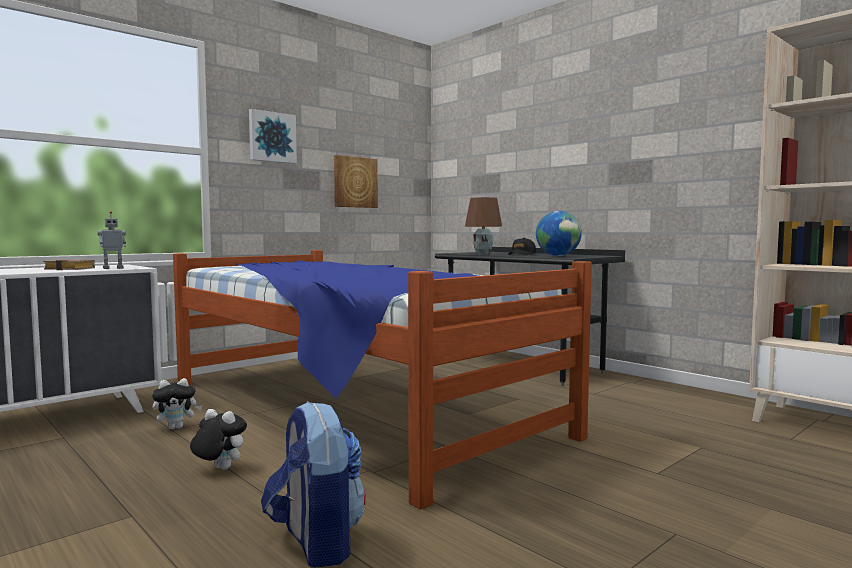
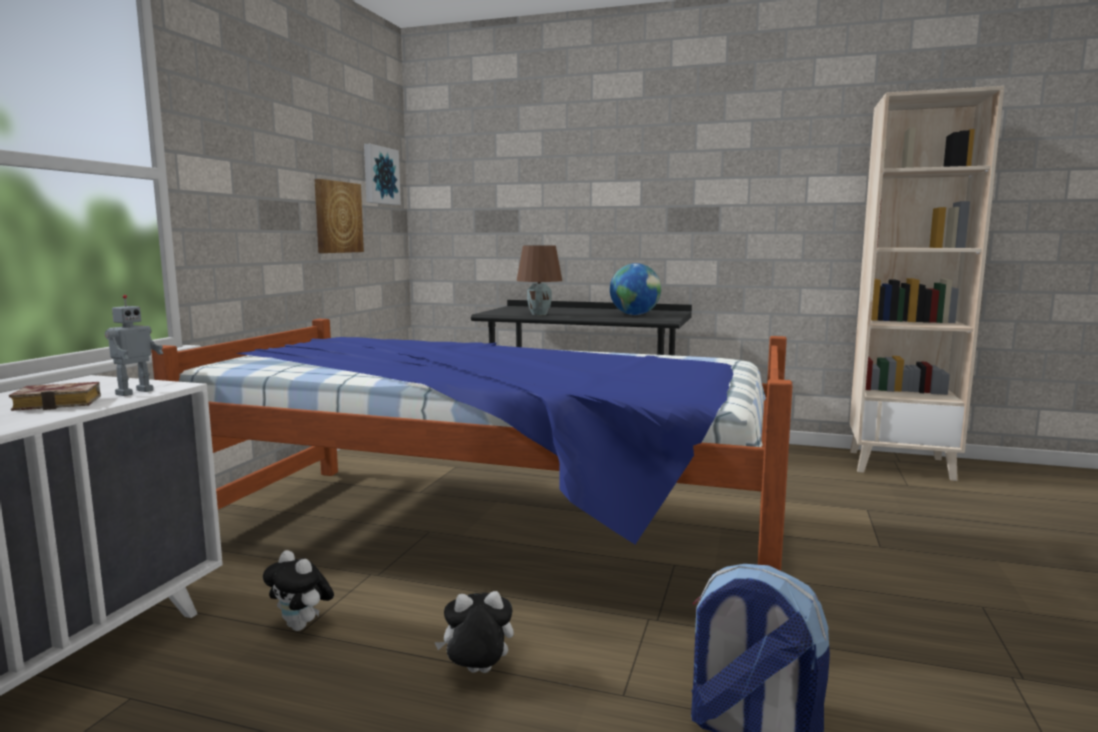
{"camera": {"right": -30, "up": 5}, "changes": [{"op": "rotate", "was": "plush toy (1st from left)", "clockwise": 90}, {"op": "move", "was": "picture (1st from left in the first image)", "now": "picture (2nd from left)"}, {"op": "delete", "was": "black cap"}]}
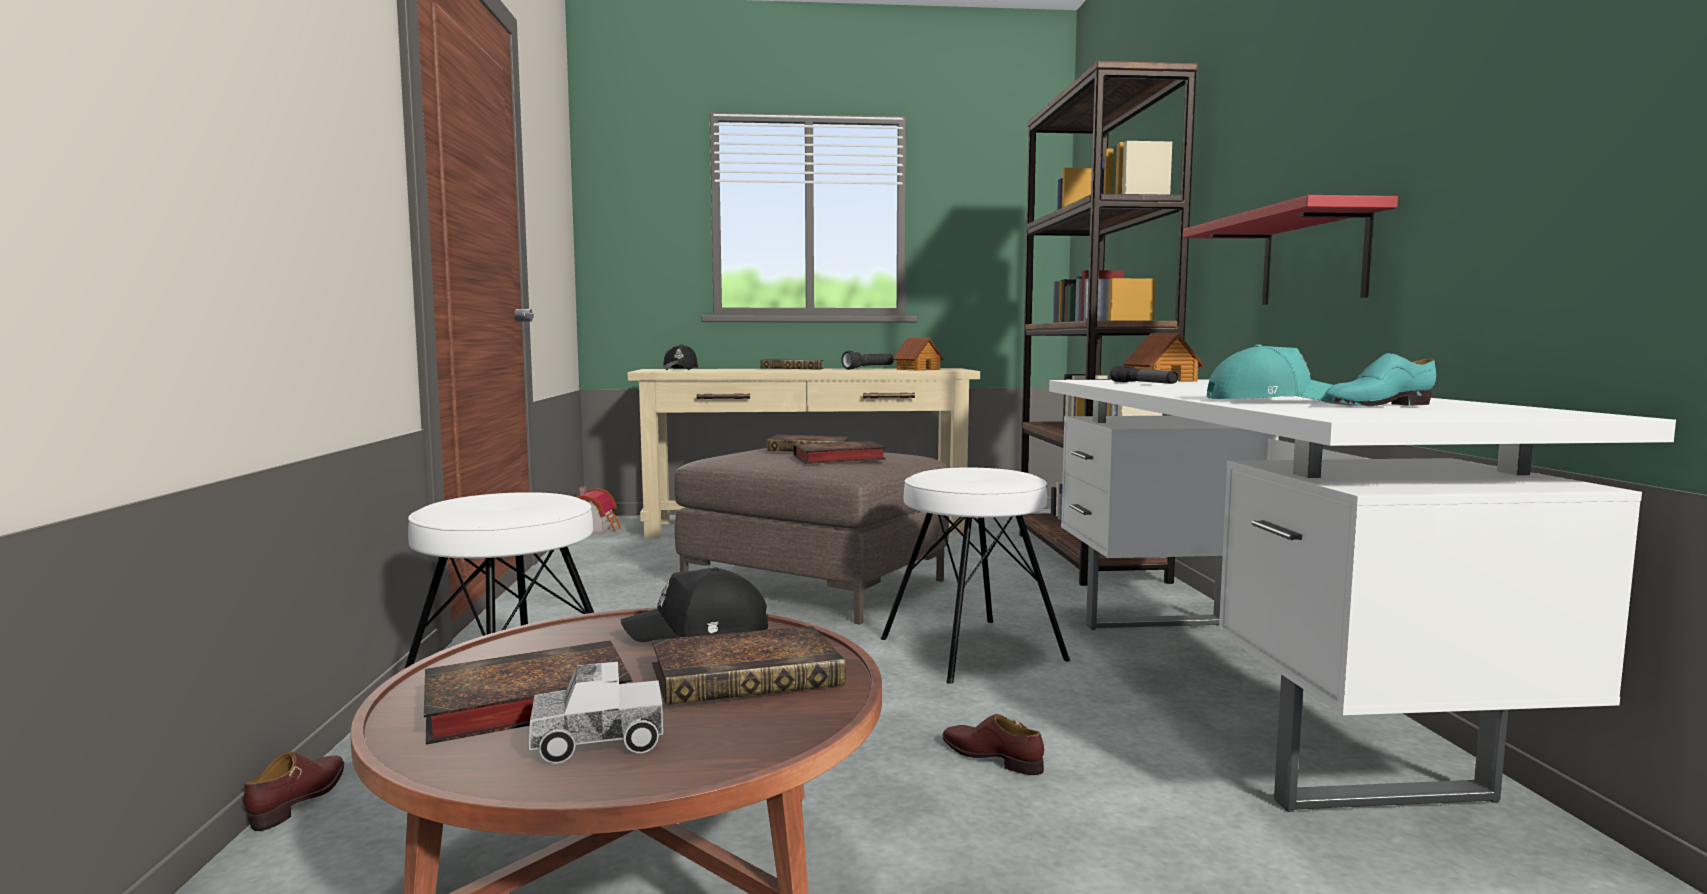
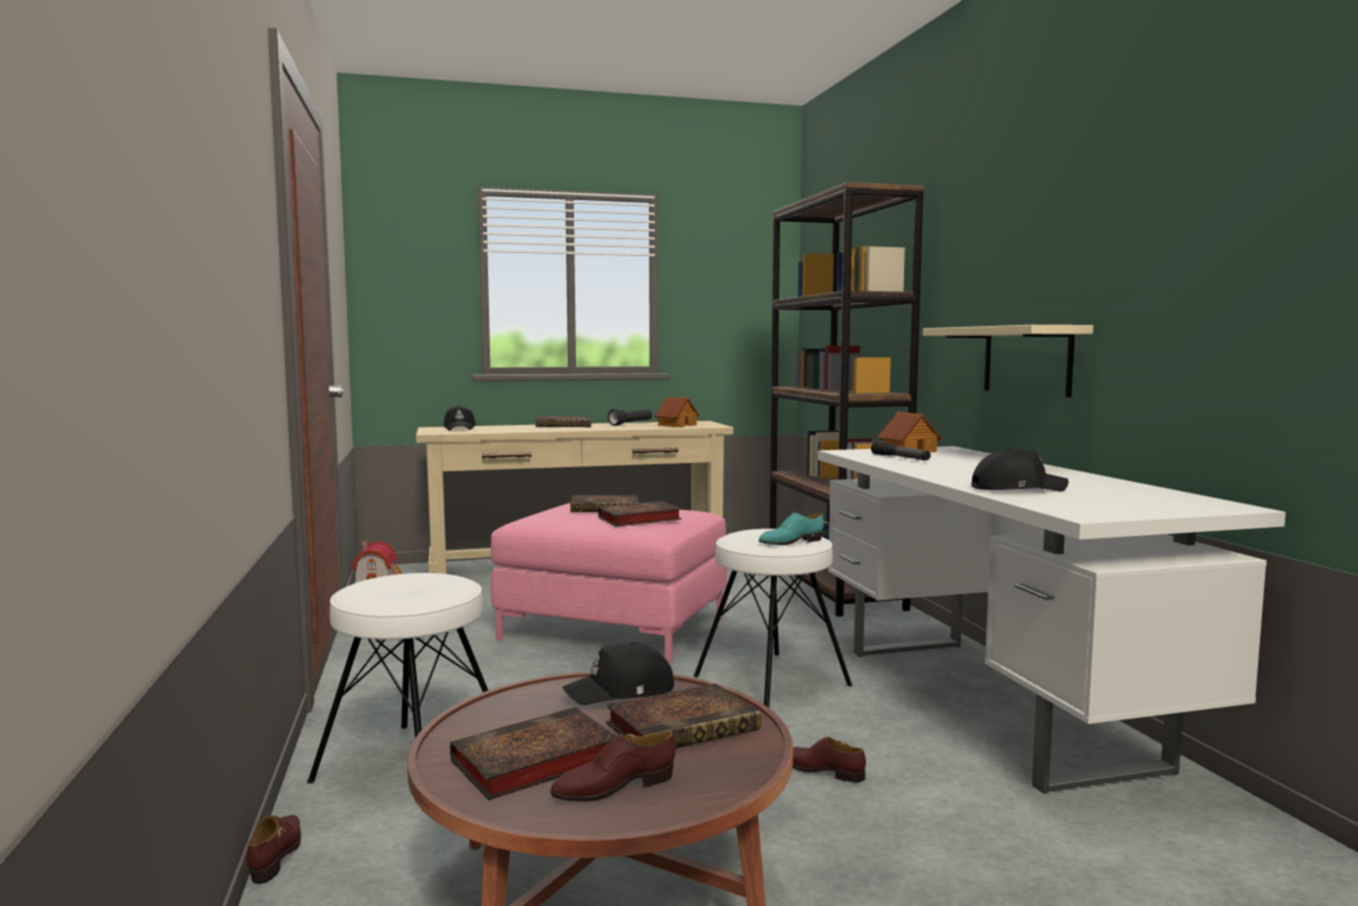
{"camera": {"right": -10, "up": 0}, "changes": [{"op": "recolor", "was": "brown ottoman", "now": "pink ottoman"}, {"op": "replace", "was": "toy truck", "now": "brown shoe (2nd from left)"}, {"op": "move", "was": "turquoise shoe"}, {"op": "recolor", "was": "red shelf", "now": "beige shelf"}, {"op": "recolor", "was": "turquoise cap", "now": "black cap (3rd from left)"}]}
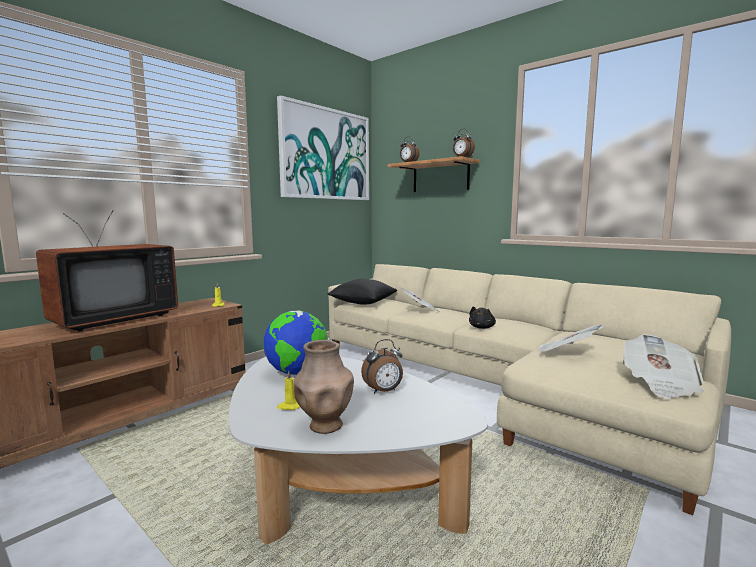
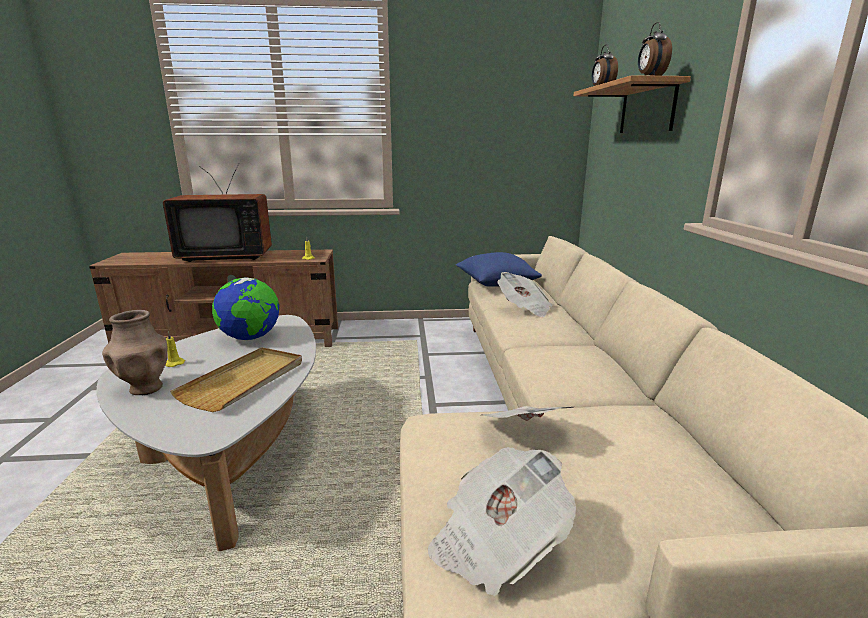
{"camera": {"right": 45, "up": 10}, "changes": [{"op": "replace", "was": "alarm clock (1st from left)", "now": "beige tray"}, {"op": "recolor", "was": "black pillow", "now": "blue pillow"}, {"op": "delete", "was": "picture"}, {"op": "delete", "was": "black plush toy"}]}
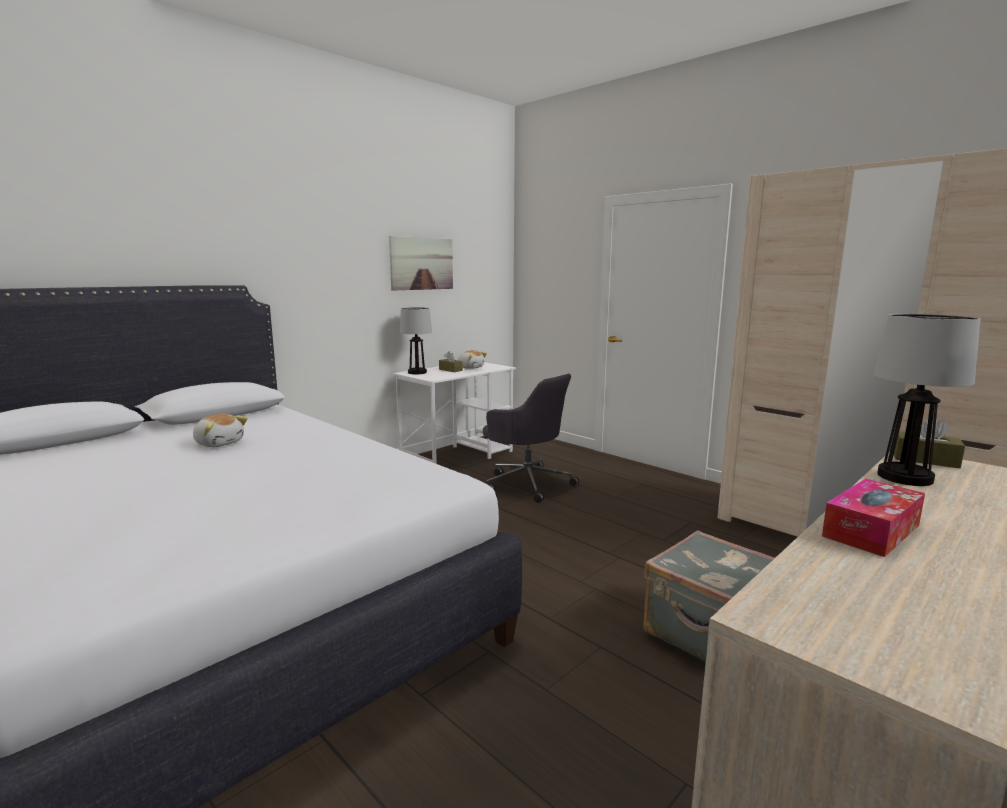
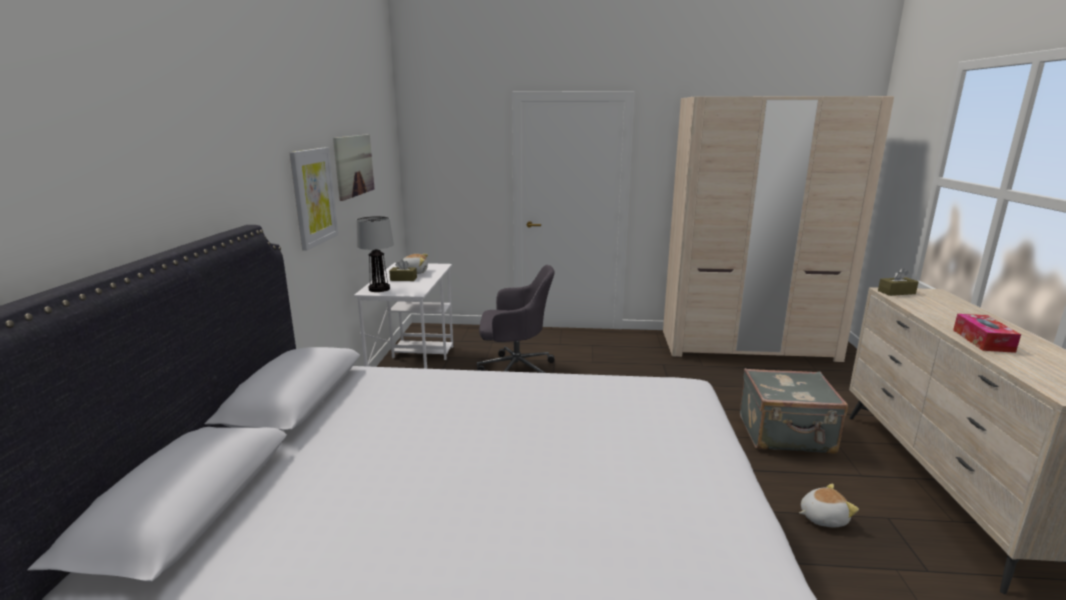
{"camera": {"right": -40, "up": 5}, "changes": [{"op": "insert", "now": "picture (1st from left)"}, {"op": "move", "was": "plush toy (1st from left in the first image)", "now": "plush toy (2nd from left)"}, {"op": "delete", "was": "table lamp (2nd from left)"}]}
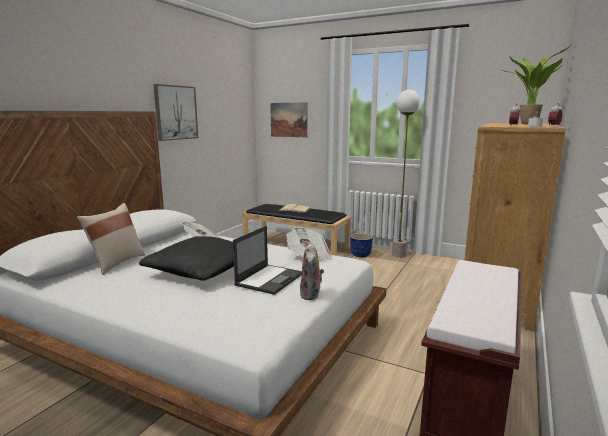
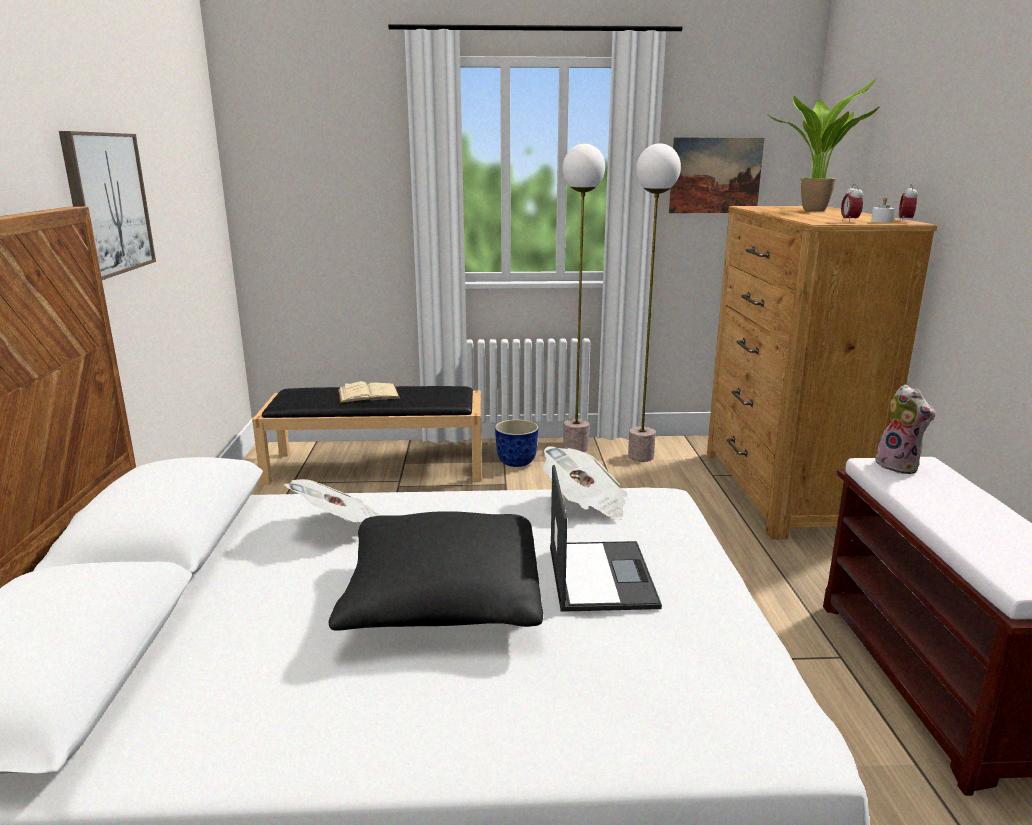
{"camera": {"right": -30, "up": 5}, "changes": [{"op": "insert", "now": "floor lamp (2nd from left)"}, {"op": "move", "was": "picture (2nd from left)"}, {"op": "move", "was": "plush toy"}, {"op": "delete", "was": "beige pillow"}]}
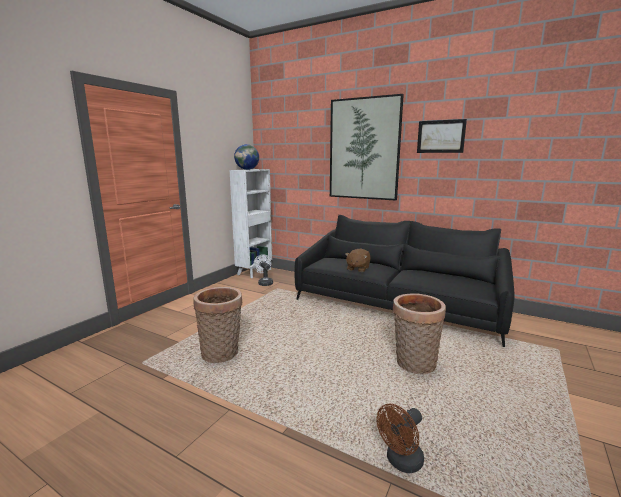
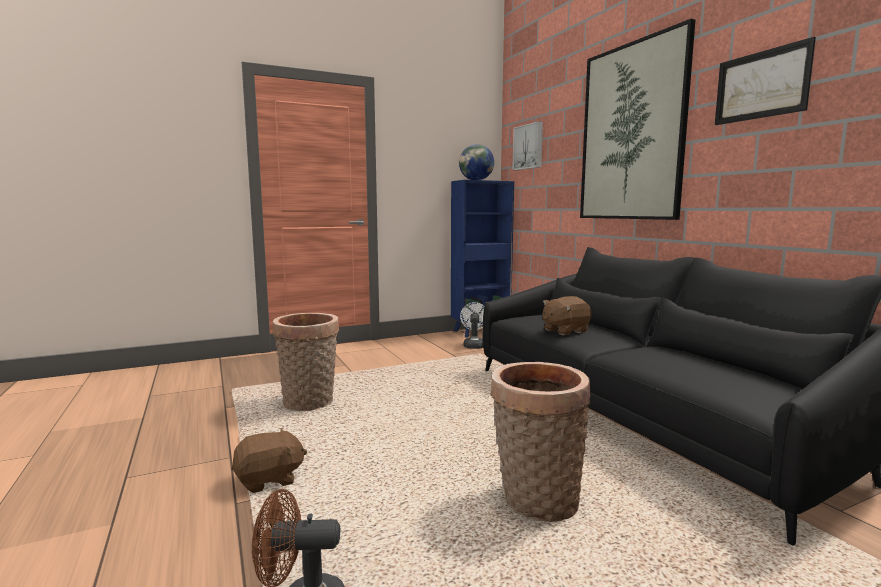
{"camera": {"right": 35, "up": -5}, "changes": [{"op": "insert", "now": "brown plush toy (1st from left)"}, {"op": "recolor", "was": "white bookcase", "now": "blue bookcase"}, {"op": "insert", "now": "picture (1st from left)"}]}
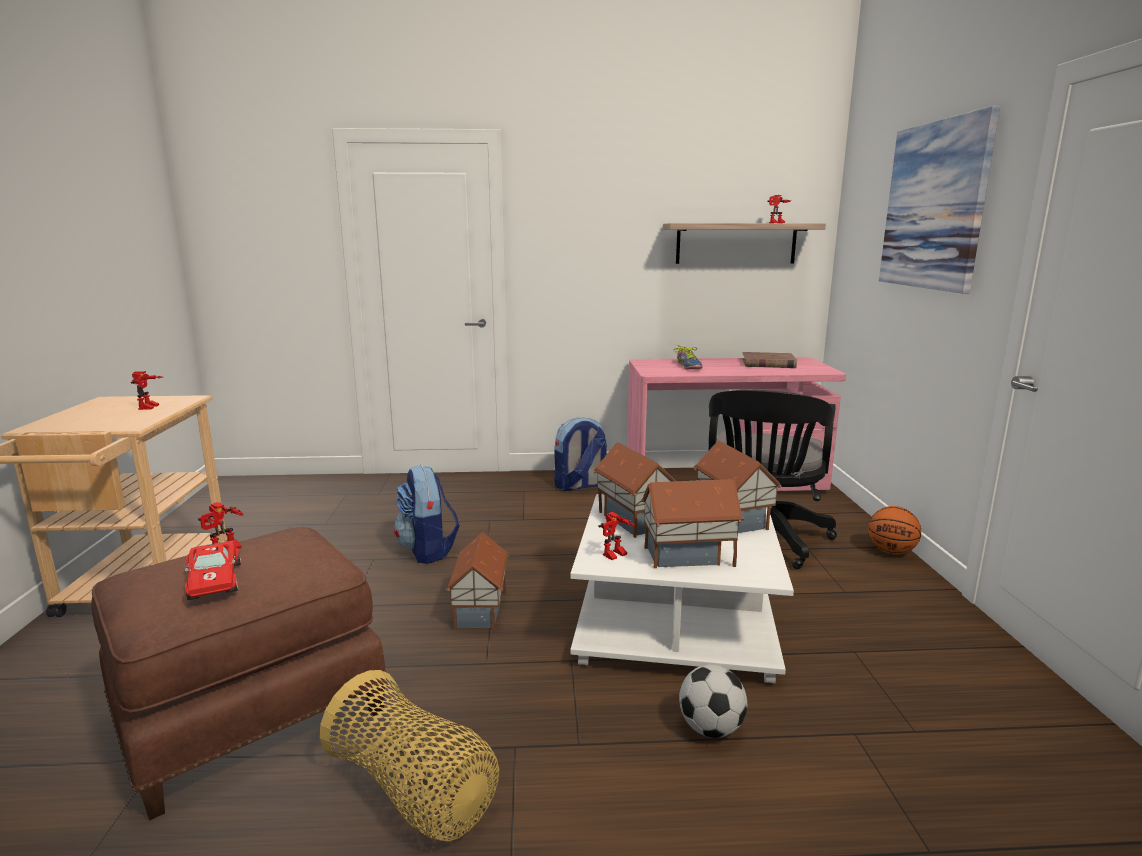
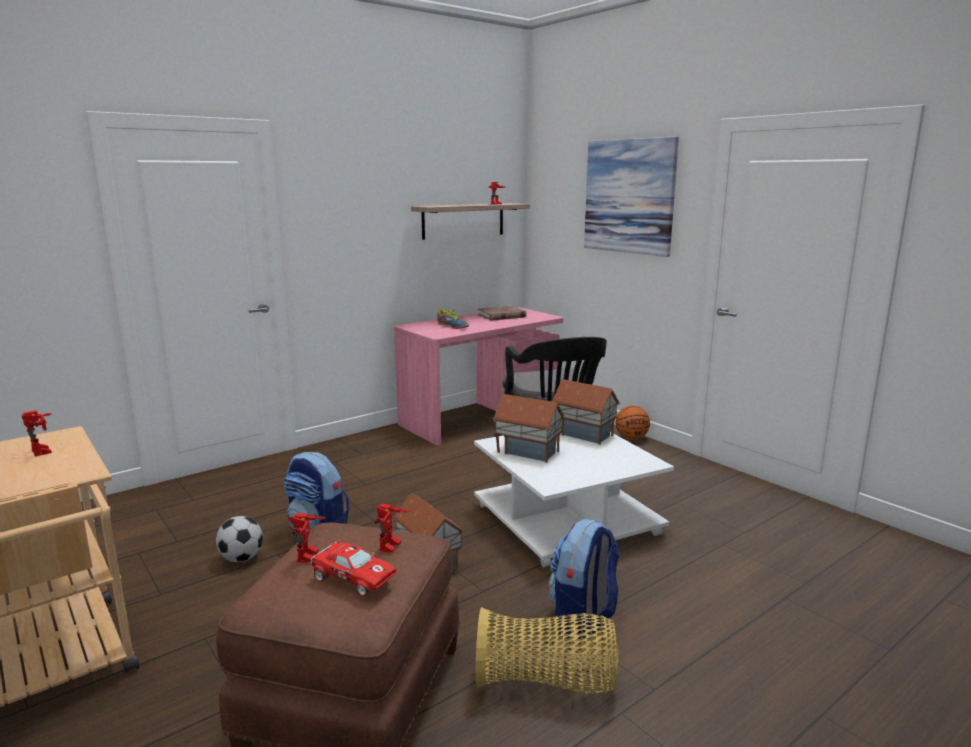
{"camera": {"right": -35, "up": 0}, "changes": [{"op": "move", "was": "football"}, {"op": "move", "was": "toy robot (3rd from left)"}, {"op": "move", "was": "backpack (2nd from left)"}, {"op": "delete", "was": "toy house (3rd from left)"}]}
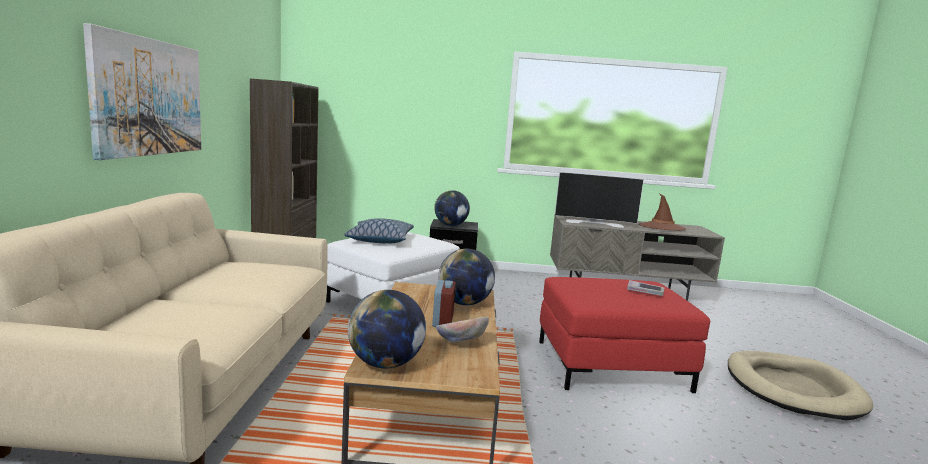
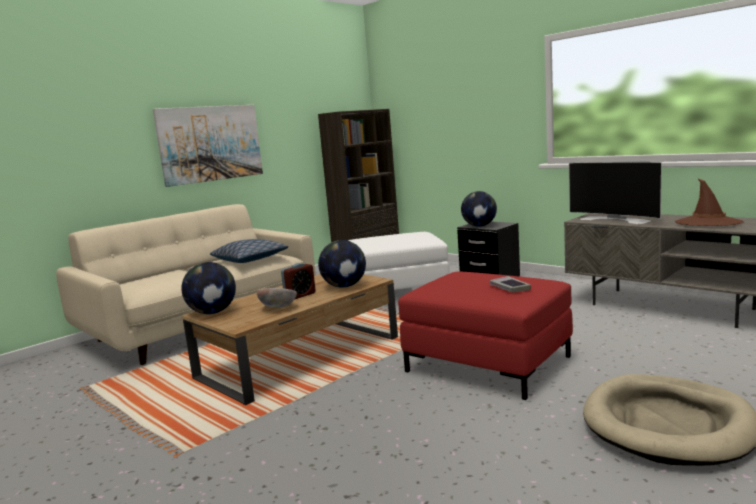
{"camera": {"right": 45, "up": 0}, "changes": [{"op": "move", "was": "pillow"}]}
